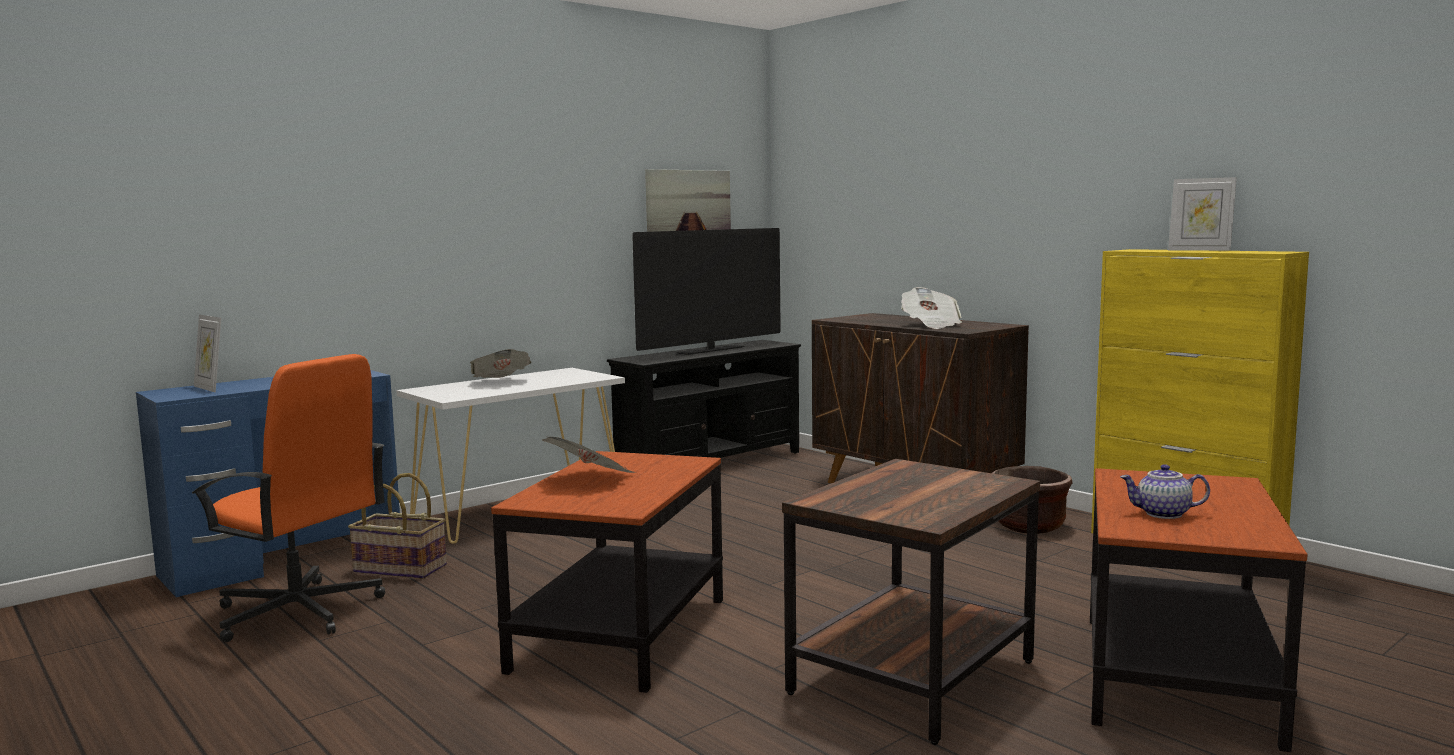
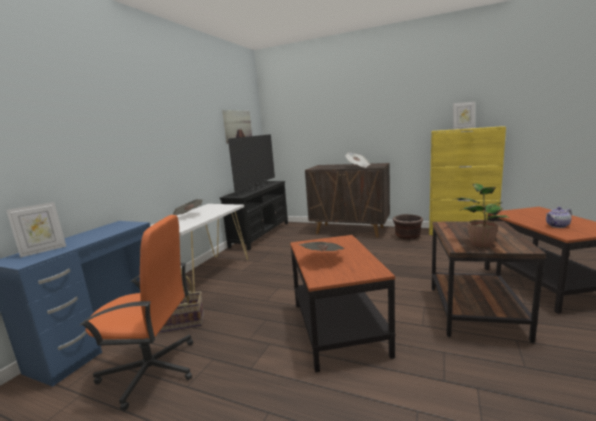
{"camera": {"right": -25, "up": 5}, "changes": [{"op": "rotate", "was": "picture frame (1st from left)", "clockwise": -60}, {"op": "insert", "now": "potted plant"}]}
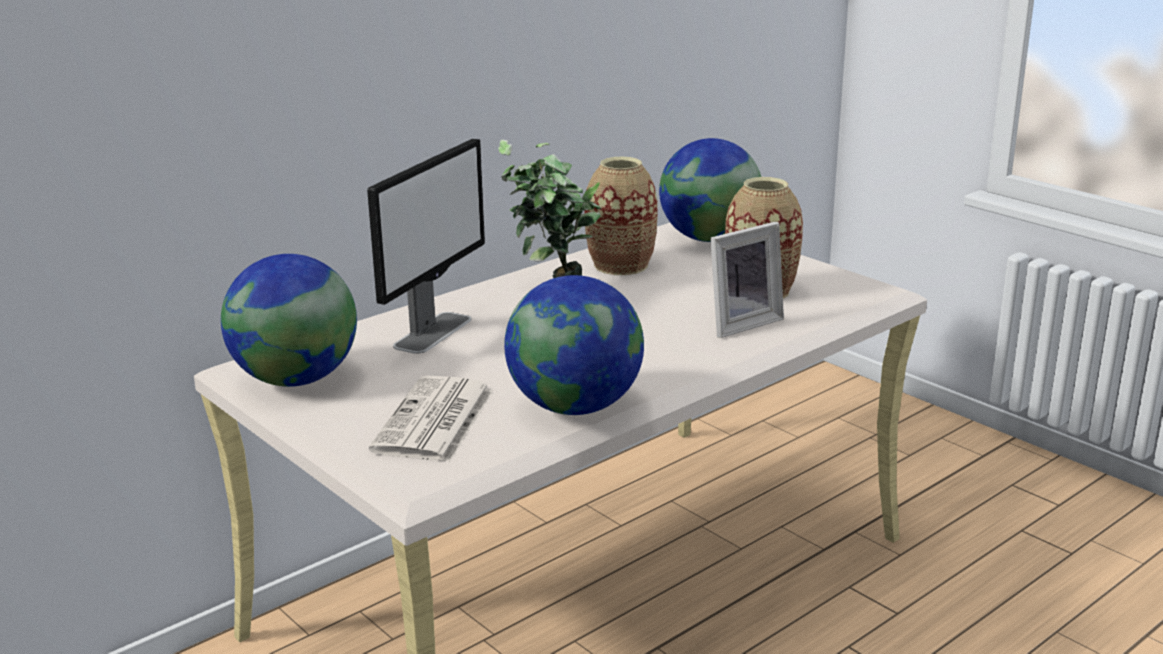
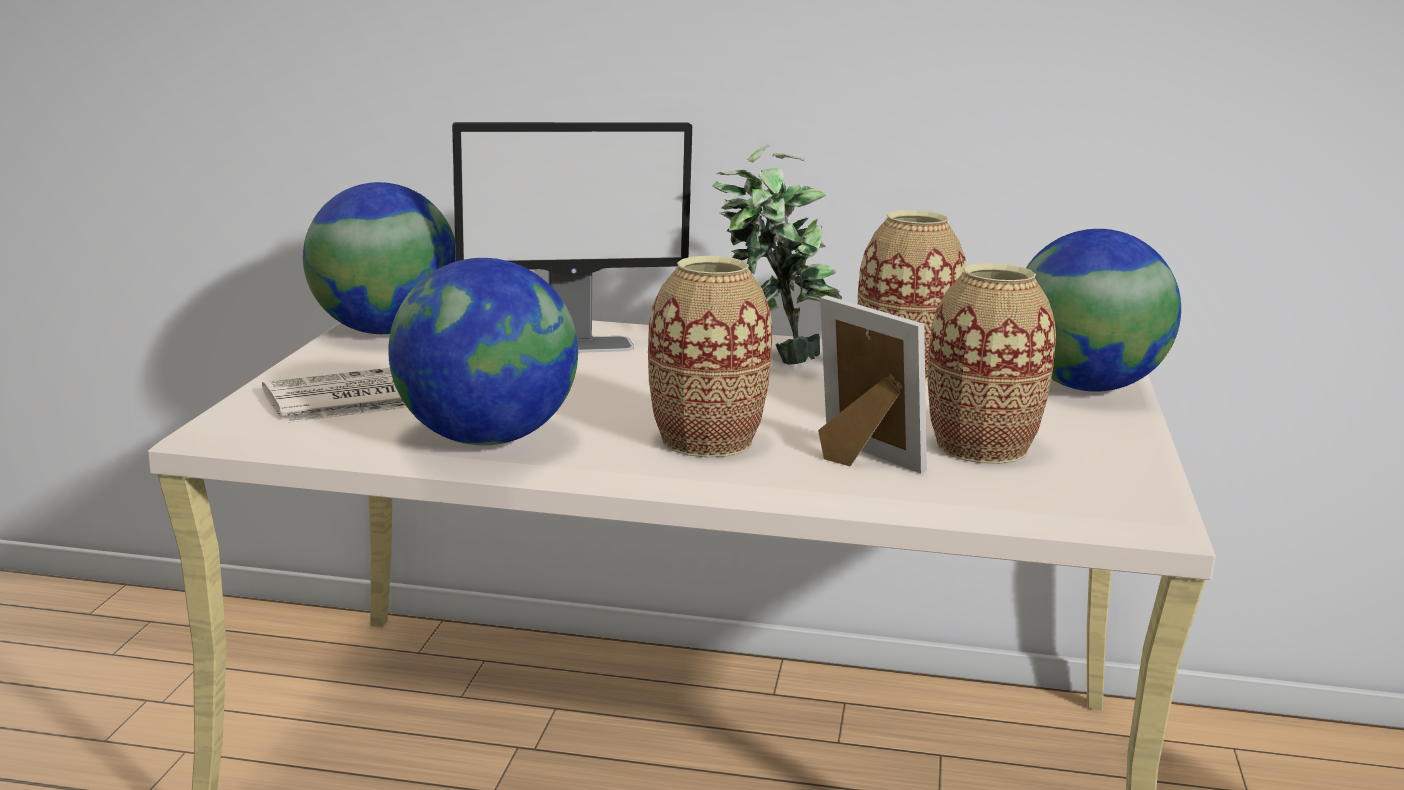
{"camera": {"right": 50, "up": -5}, "changes": [{"op": "insert", "now": "vase (1st from left)"}, {"op": "rotate", "was": "picture frame", "clockwise": -150}]}
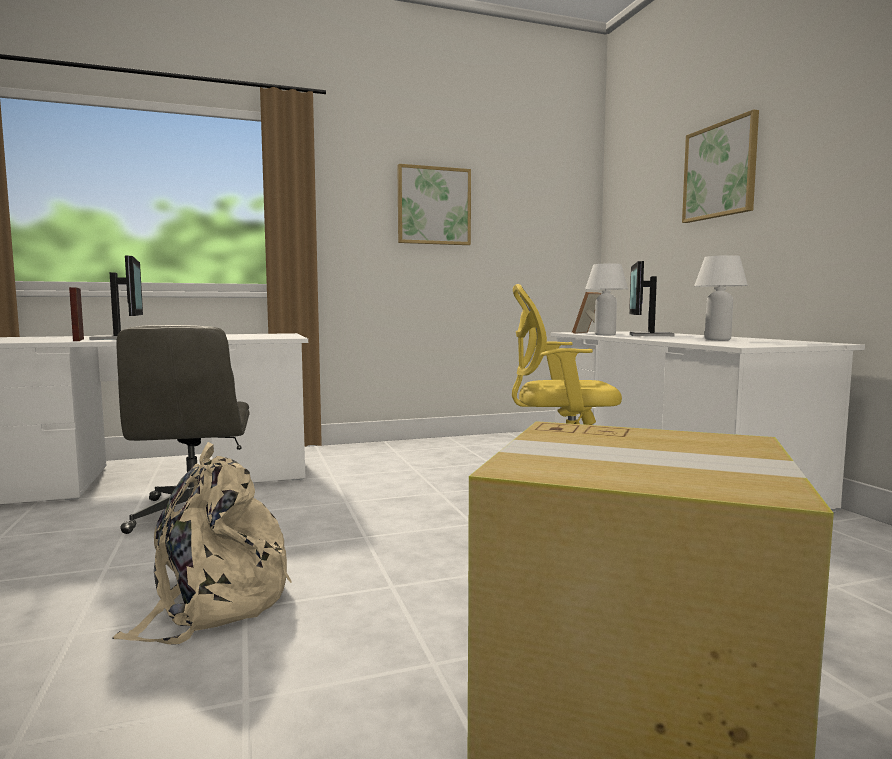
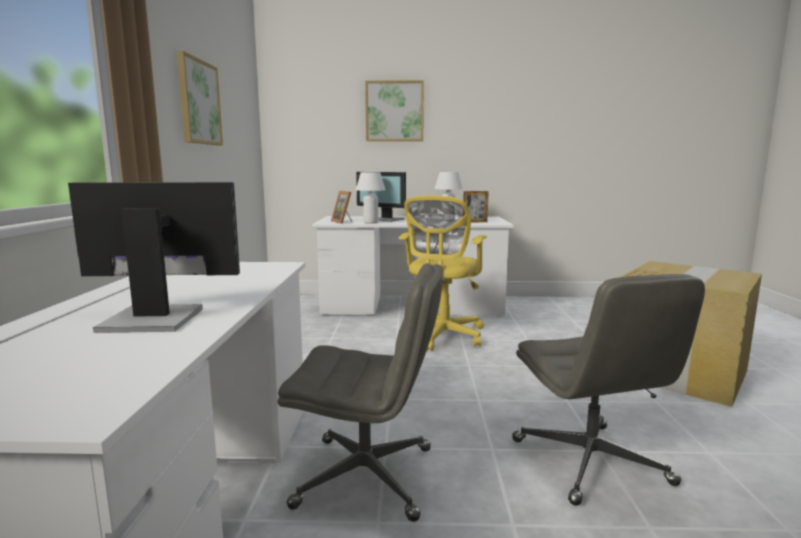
{"camera": {"right": -70, "up": 5}, "changes": [{"op": "move", "was": "picture frame (1st from left in the first image)", "now": "picture frame (2nd from left)"}, {"op": "replace", "was": "beige backpack", "now": "grey office chair (2nd from left)"}]}
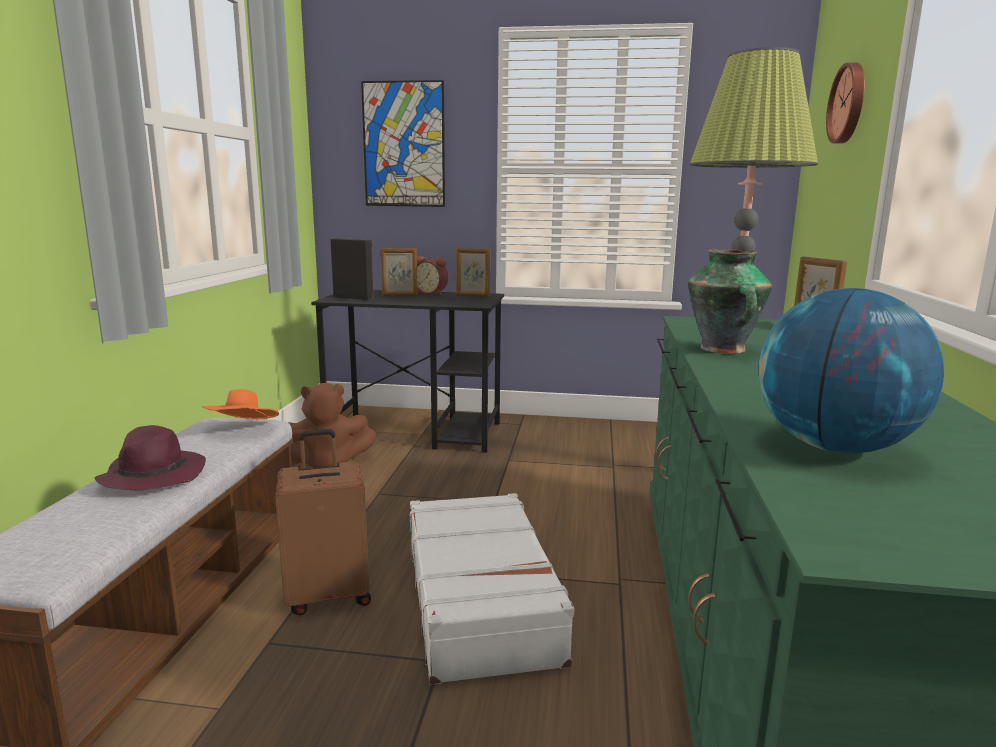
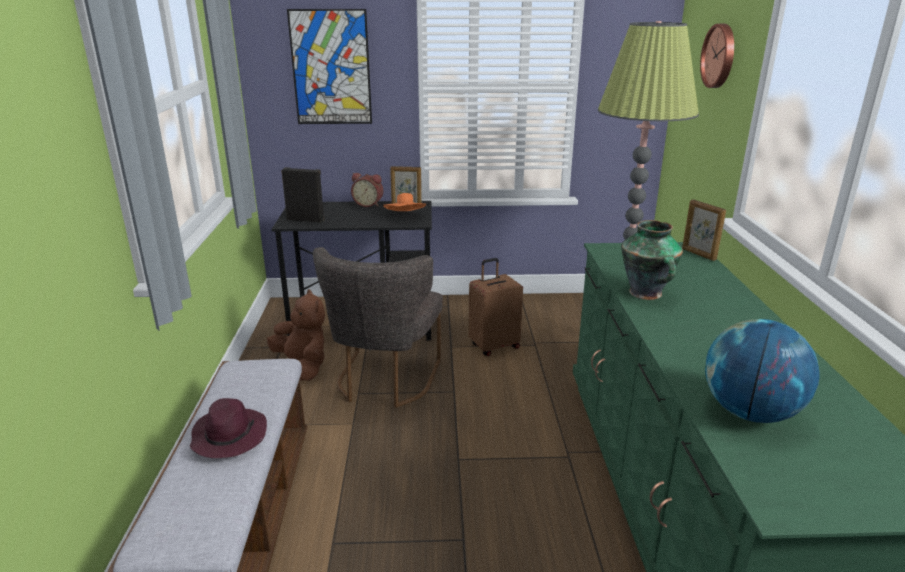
{"camera": {"right": -10, "up": 10}, "changes": [{"op": "rotate", "was": "brown plush toy", "clockwise": -105}, {"op": "insert", "now": "grey chair"}, {"op": "move", "was": "orange hat"}, {"op": "move", "was": "brown suitcase"}, {"op": "delete", "was": "picture frame (1st from left)"}, {"op": "delete", "was": "white suitcase"}]}
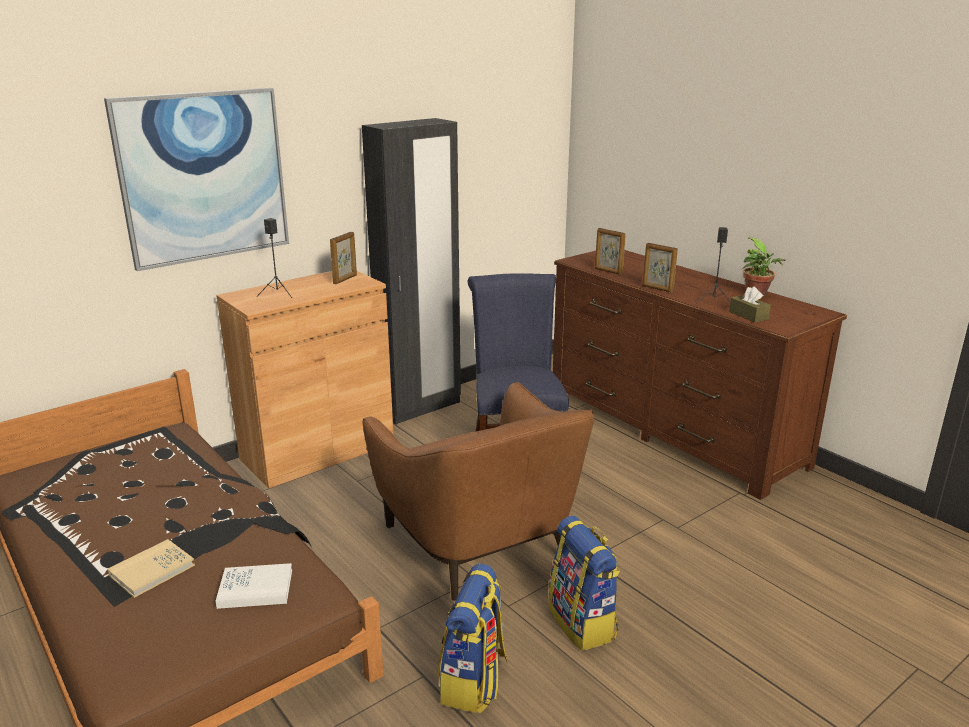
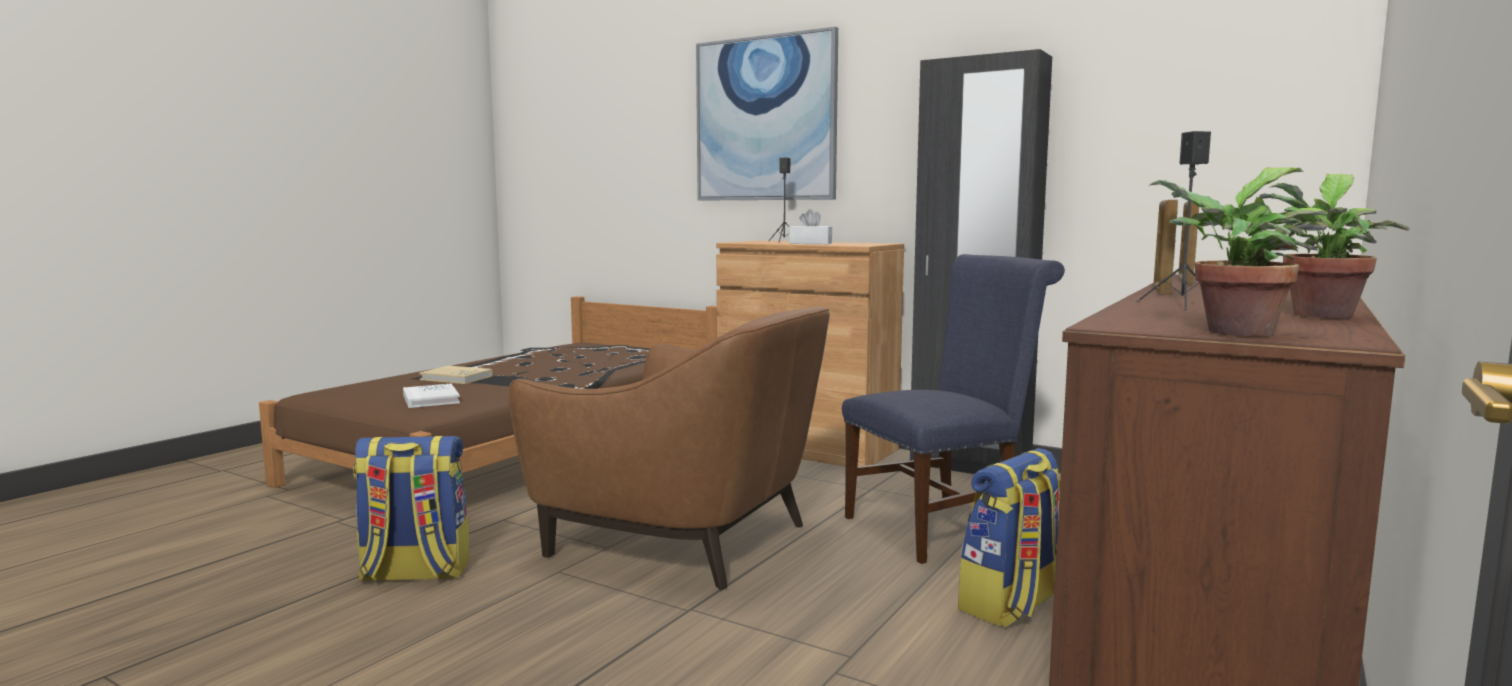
{"camera": {"right": 70, "up": -15}, "changes": [{"op": "rotate", "was": "brown armchair", "clockwise": -105}, {"op": "insert", "now": "white tissue box"}, {"op": "move", "was": "backpack (2nd from left)"}, {"op": "insert", "now": "potted plant (1st from left)"}, {"op": "delete", "was": "picture frame (1st from left)"}, {"op": "delete", "was": "brown tissue box"}]}
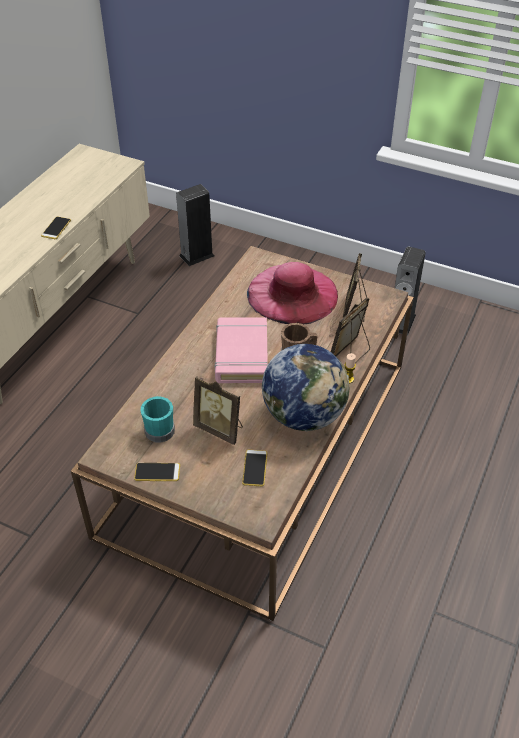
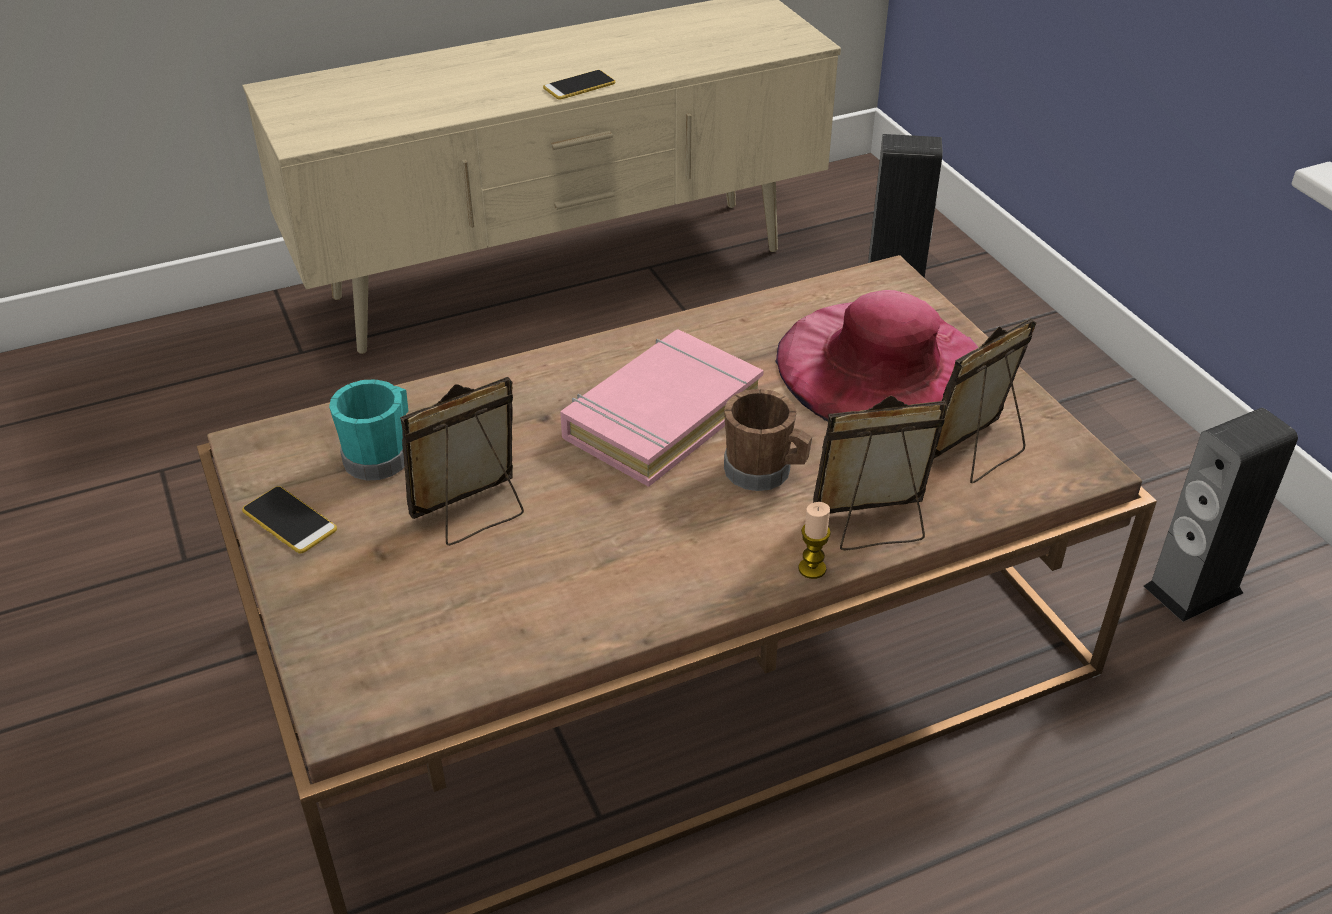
{"camera": {"right": 40, "up": -5}, "changes": [{"op": "rotate", "was": "picture frame (1st from left)", "clockwise": 75}, {"op": "delete", "was": "phone (3rd from left)"}, {"op": "delete", "was": "globe"}]}
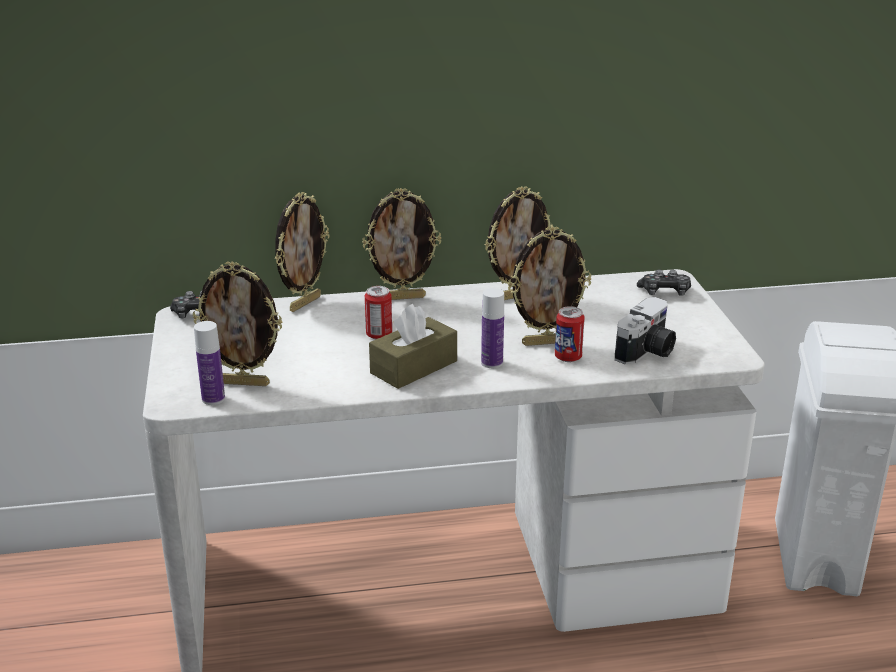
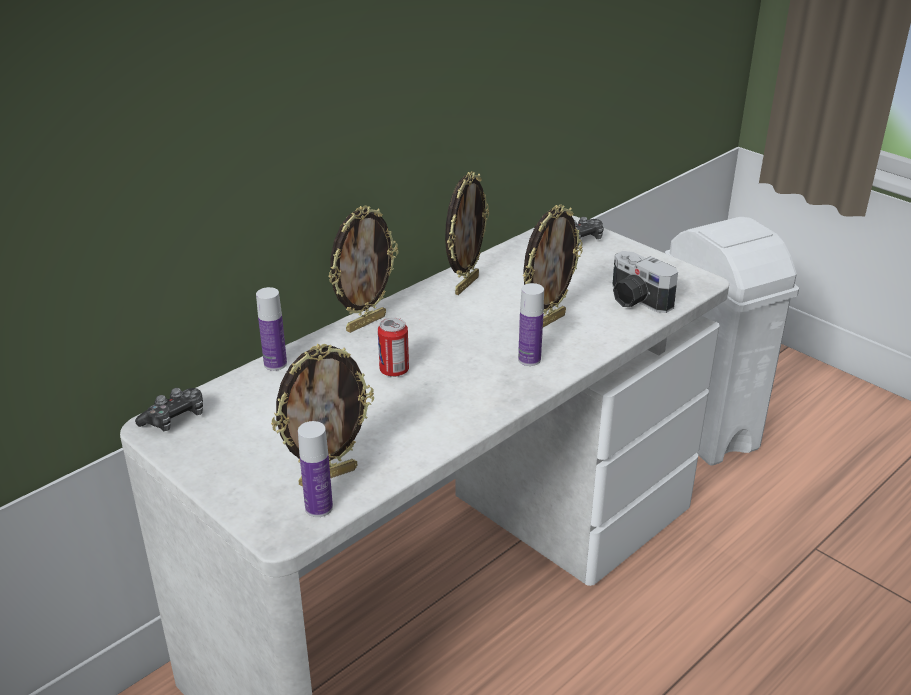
{"camera": {"right": -35, "up": 5}, "changes": [{"op": "replace", "was": "picture frame (2nd from left)", "now": "bottle (1st from left)"}, {"op": "rotate", "was": "photo camera", "clockwise": 135}, {"op": "delete", "was": "brown tissue box"}, {"op": "delete", "was": "can (2nd from left)"}]}
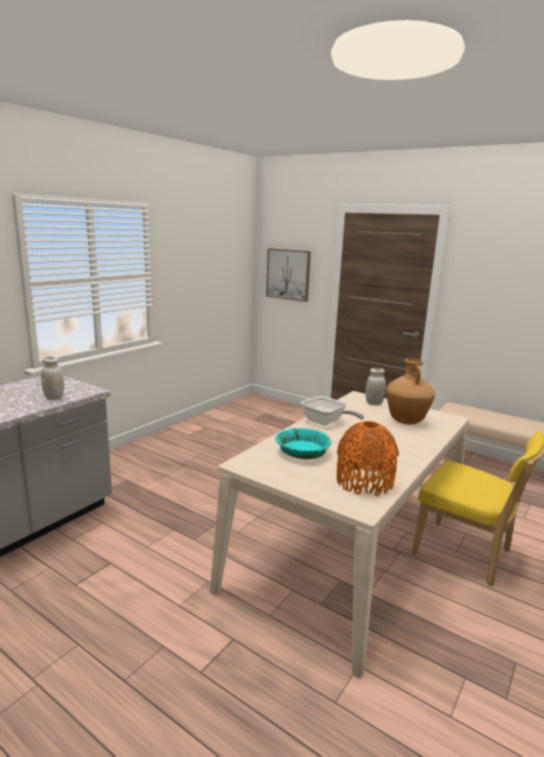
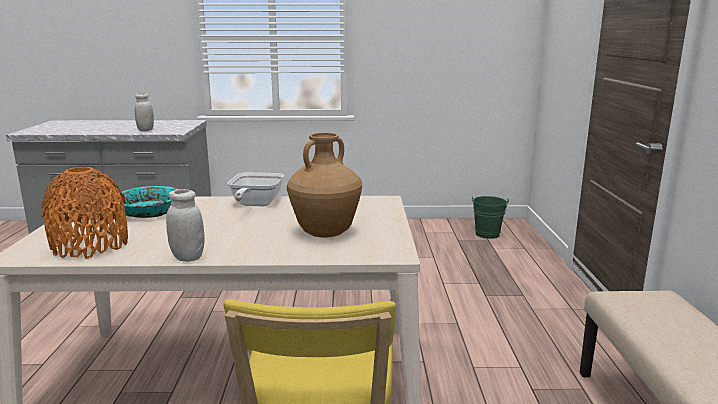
{"camera": {"right": 55, "up": 0}, "changes": [{"op": "move", "was": "white jar (2nd from left)"}, {"op": "insert", "now": "green bucket"}, {"op": "delete", "was": "picture"}]}
